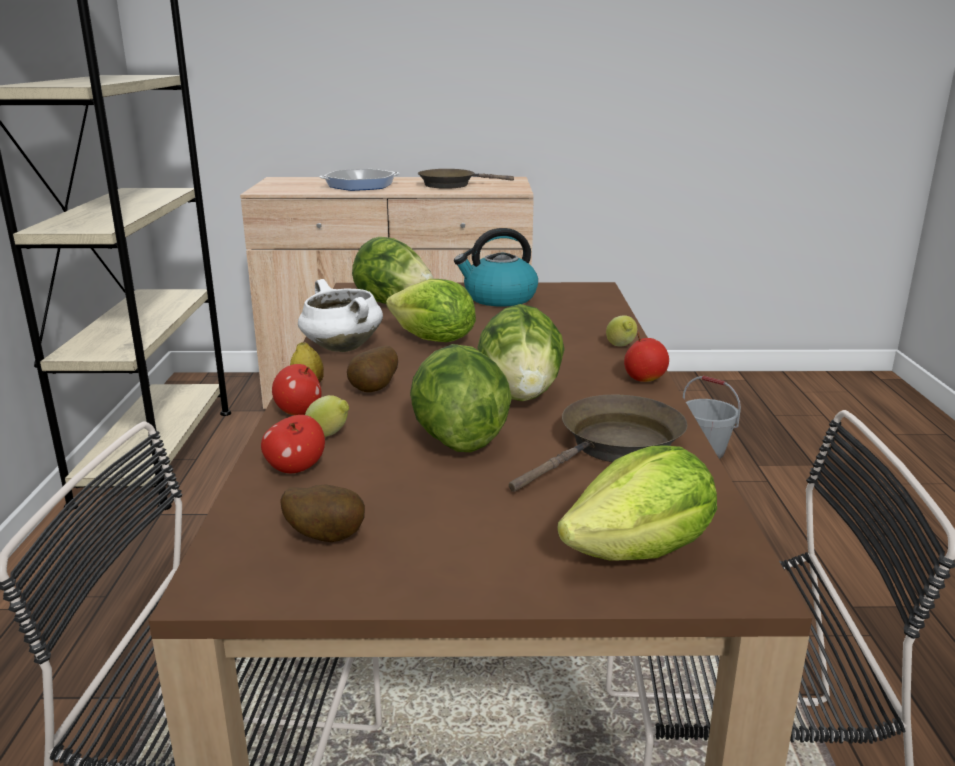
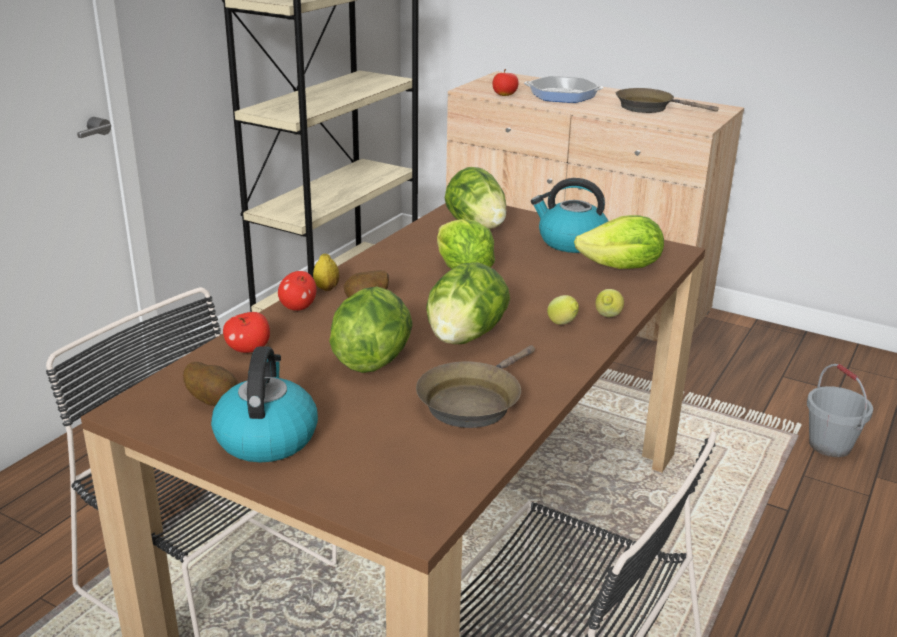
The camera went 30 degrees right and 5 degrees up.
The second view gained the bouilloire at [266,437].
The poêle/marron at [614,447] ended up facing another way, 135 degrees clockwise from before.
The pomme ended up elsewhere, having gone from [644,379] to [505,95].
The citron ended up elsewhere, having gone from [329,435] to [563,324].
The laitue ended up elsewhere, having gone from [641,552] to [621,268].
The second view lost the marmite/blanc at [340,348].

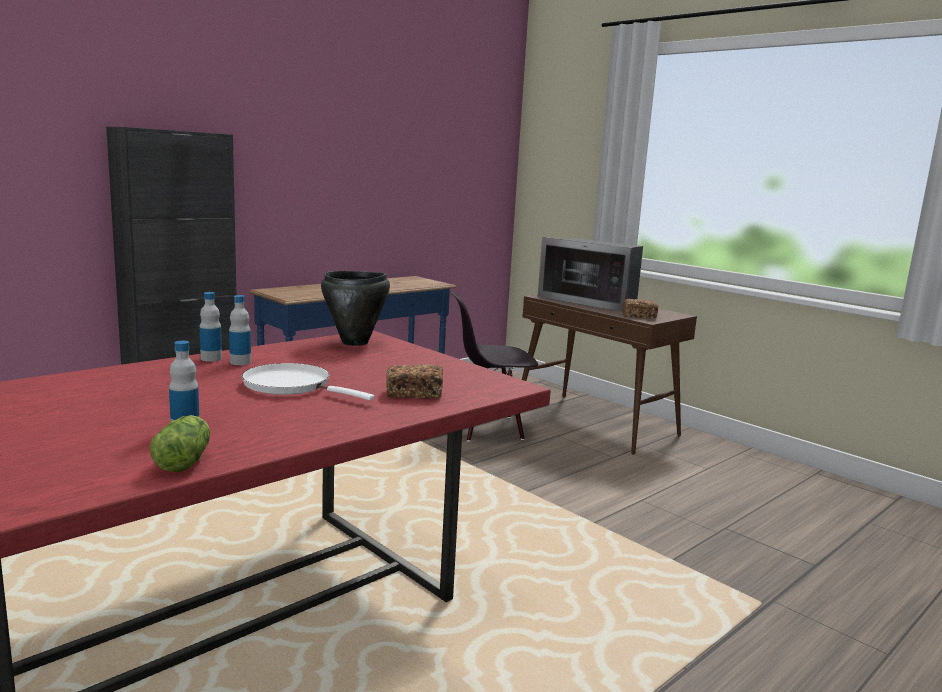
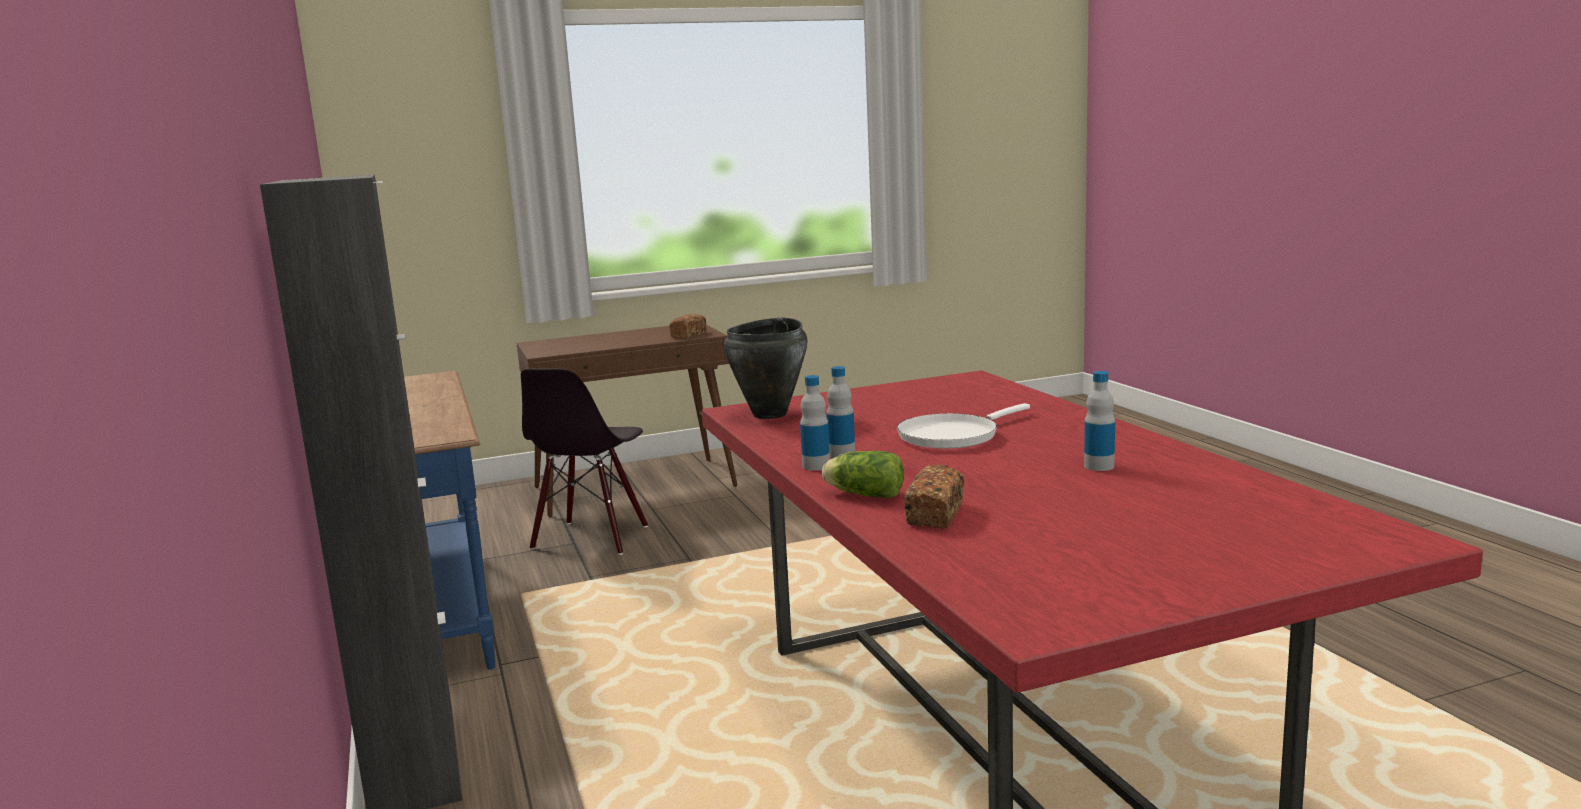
The camera went 65 degrees left and 0 degrees up.
The laitue ended up elsewhere, having gone from [186,460] to [862,494].
The pain ended up elsewhere, having gone from [414,394] to [935,514].
The second view lost the micro-ondes at [591,301].

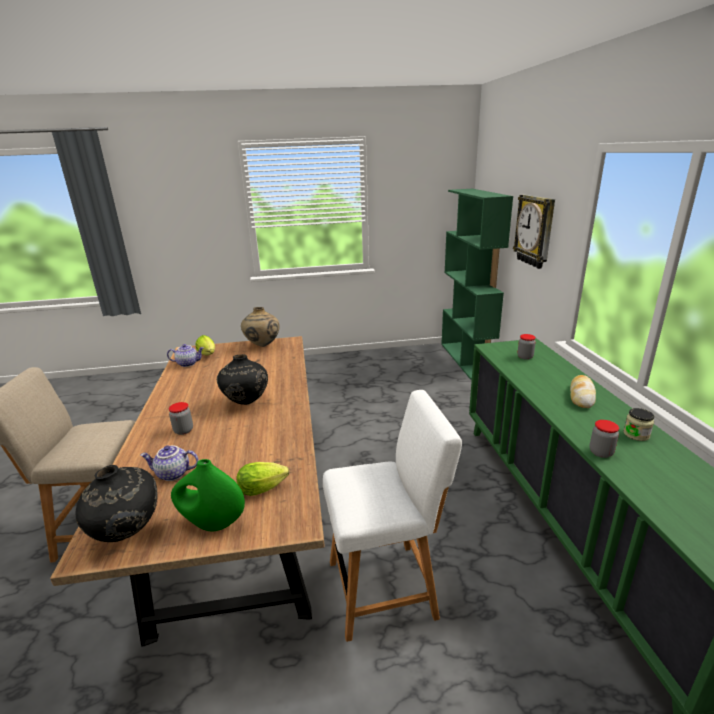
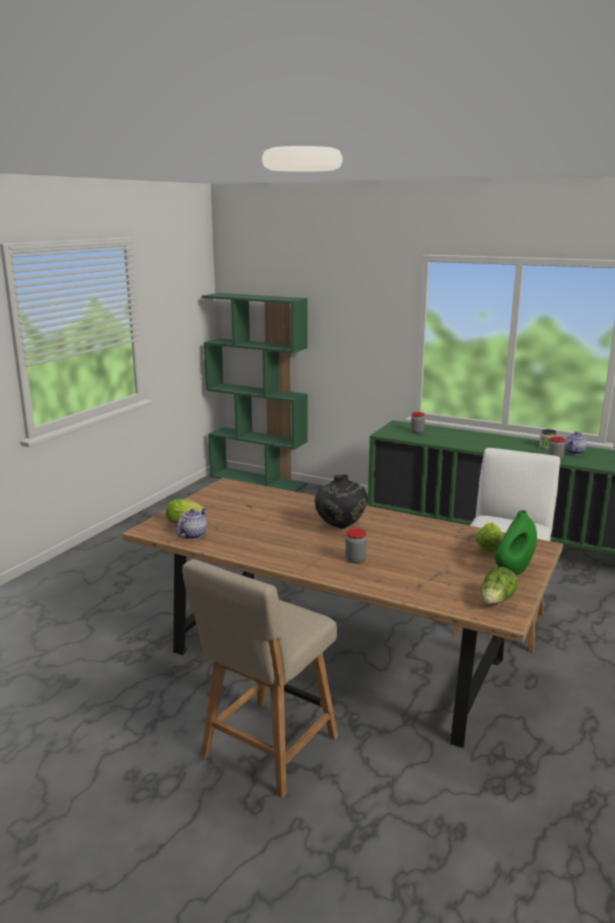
The camera went 55 degrees left and 5 degrees down.
Where the vase/noir stood at [127,534], the laitue came to stand at [497,601].
The théière ended up elsewhere, having gone from [172,474] to [574,452].
The second view lost the vase/beige at [262,346].
The second view lost the horloge murale at [535,231].
The second view lost the pain at [581,396].

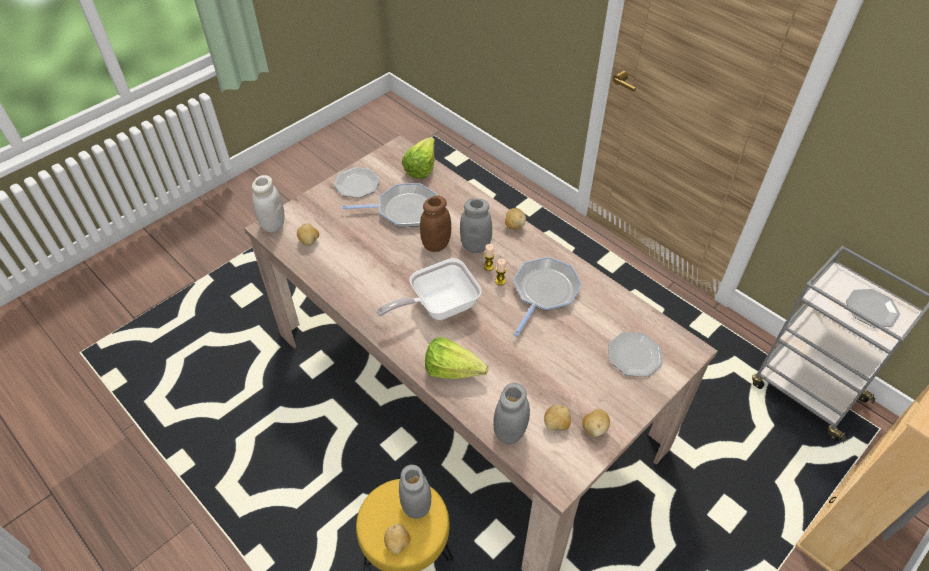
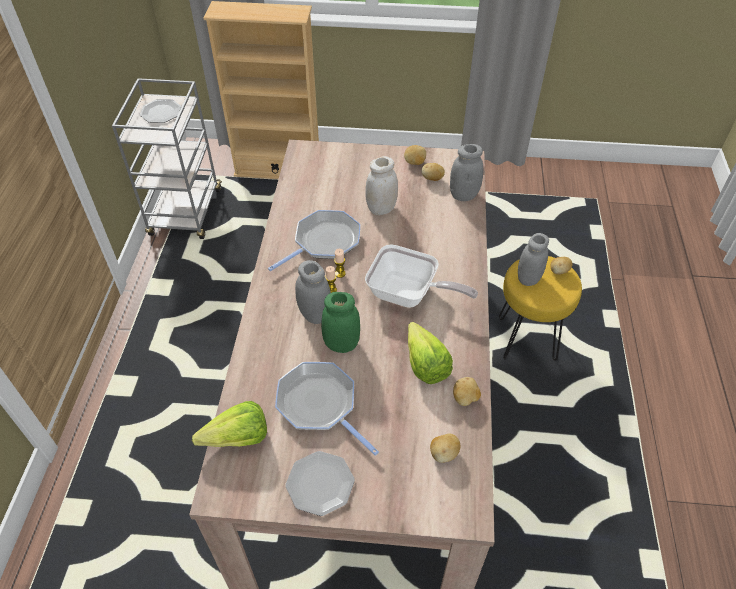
The camera went 130 degrees left and 0 degrees up.
The poêle at [544,292] ended up facing another way, 150 degrees clockwise from before.
What was the bocal/marron at [436,244] turned into the bocal/vert at [341,344].
The bocal/blanc ended up elsewhere, having gone from [273,224] to [381,209].
The laitue ended up elsewhere, having gone from [457,373] to [424,360].
The pomme de terre ended up elsewhere, having gone from [514,225] to [465,398].
The second view lost the assiette at [633,355].

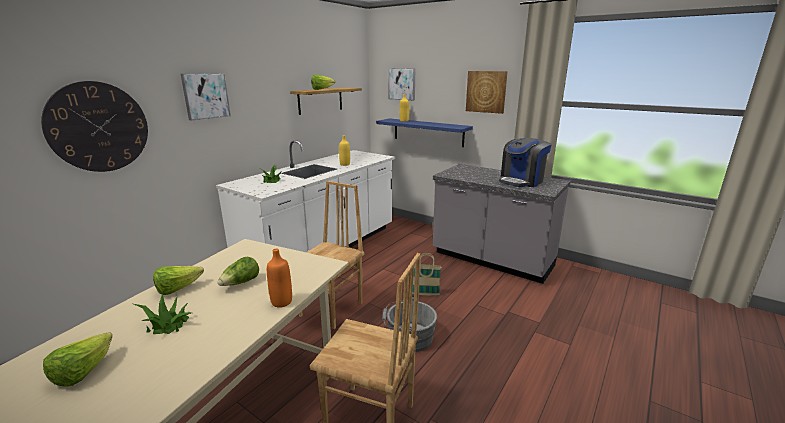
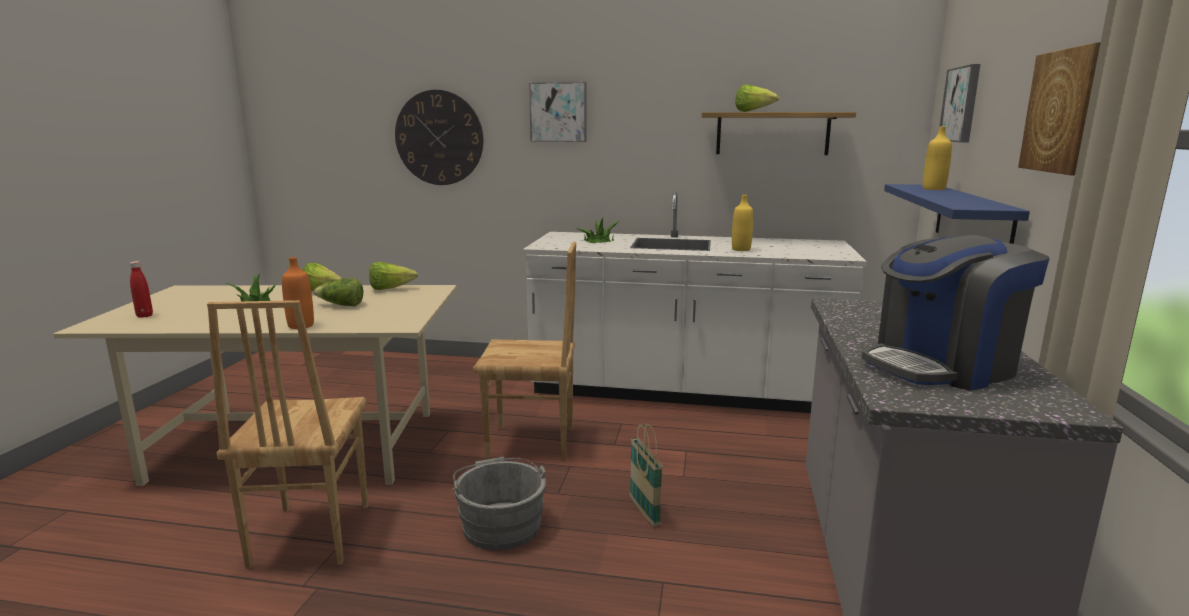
The camera went 65 degrees right and 5 degrees down.
The second view gained the bouteille/rouge at [144,316].
The laitue ended up elsewhere, having gone from [83,372] to [390,289].
The machine à café at [521,181] ended up facing another way, 45 degrees counterclockwise from before.

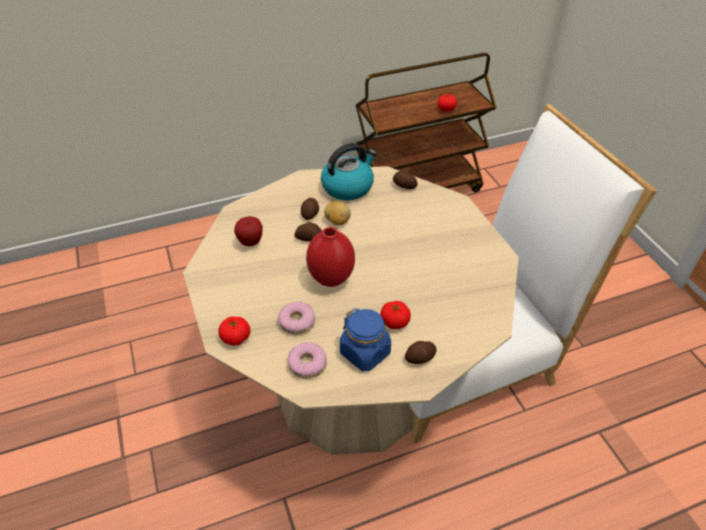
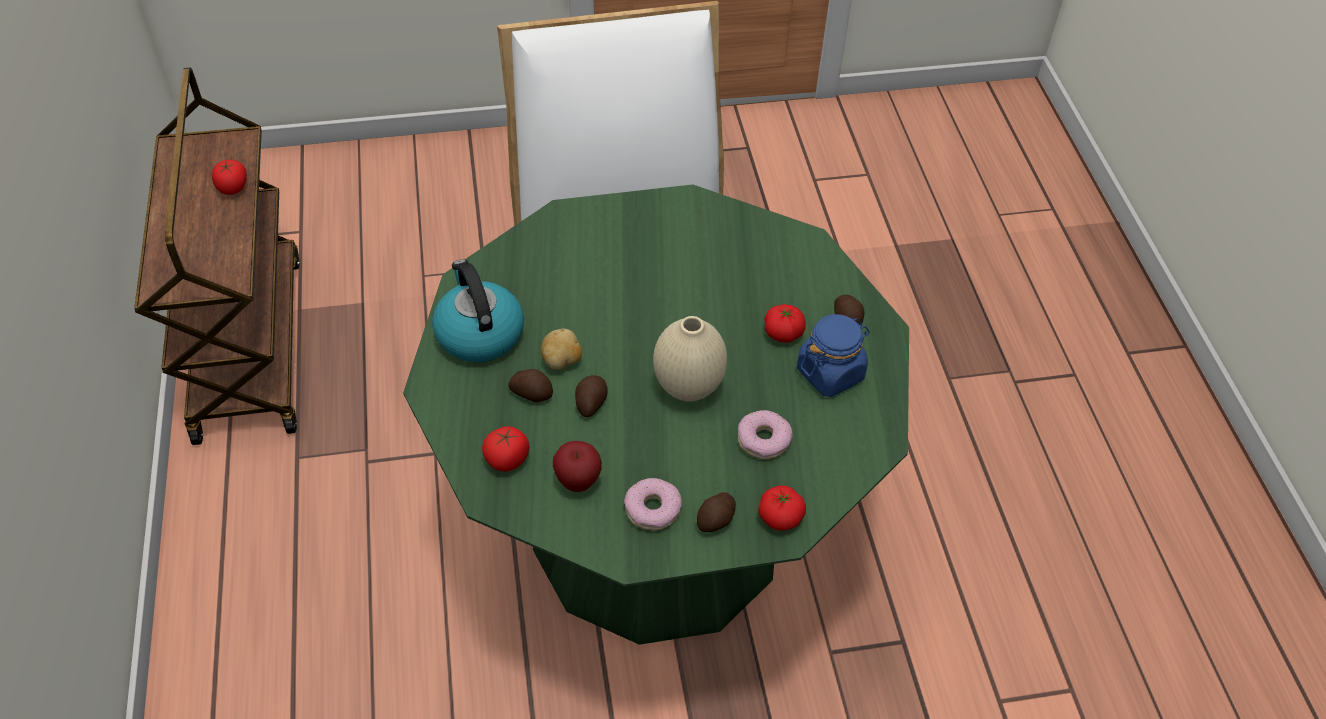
The camera went 80 degrees left and 5 degrees up.
What was the table à manger/beige at [352,383] turned into the table à manger/vert at [657,531].
The second view gained the tomate at [507,459].
The beignet ended up elsewhere, having gone from [307,364] to [652,509].
What was the vase/rouge at [330,279] turned into the vase/beige at [687,389].
The pomme de terre ended up elsewhere, having gone from [404,186] to [716,519].

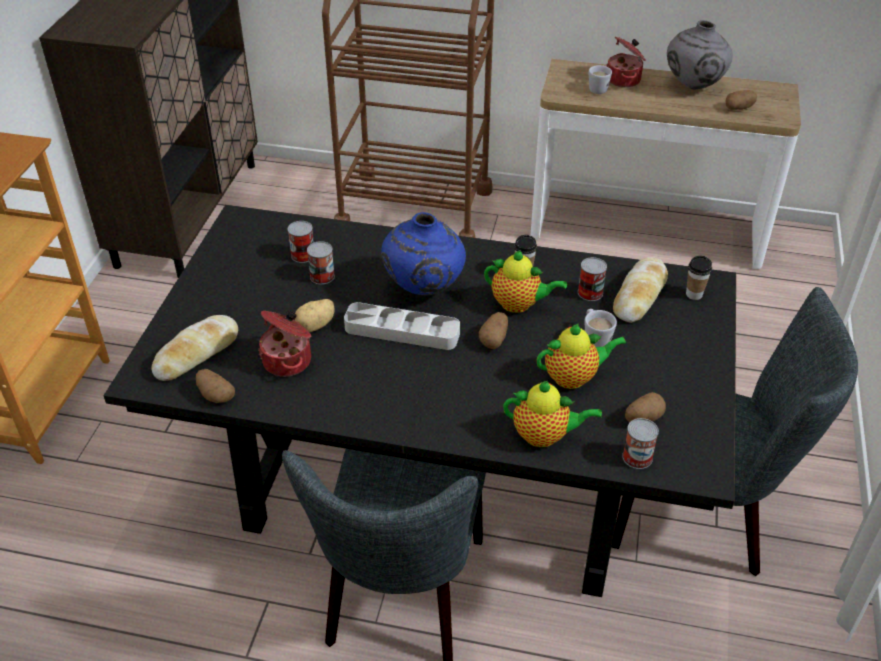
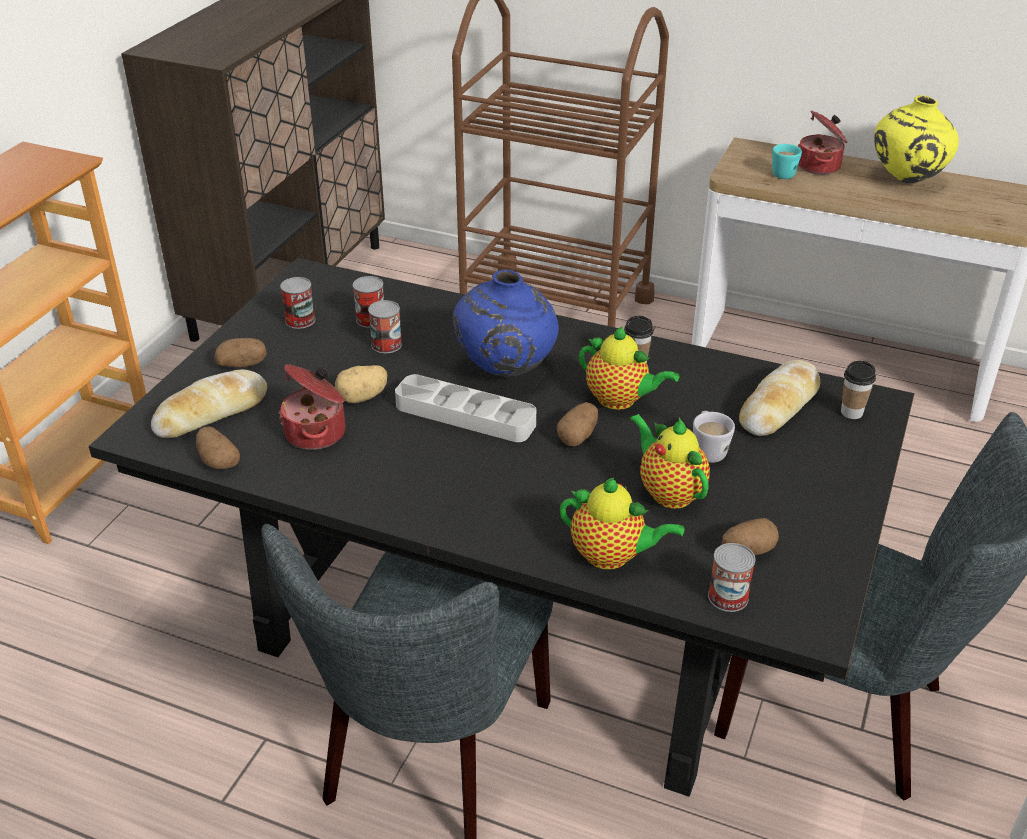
The camera went 10 degrees right and 5 degrees down.
The pomme de terre ended up elsewhere, having gone from [739,108] to [242,364].
The boîte métallique ended up elsewhere, having gone from [590,292] to [300,320].
The théière at [574,377] ended up facing another way, 120 degrees counterclockwise from before.
What was the mug/blanc at [596,88] turned into the mug/turquoise at [782,173].
What was the vase/gris at [693,87] turned into the vase/jaune at [906,180].

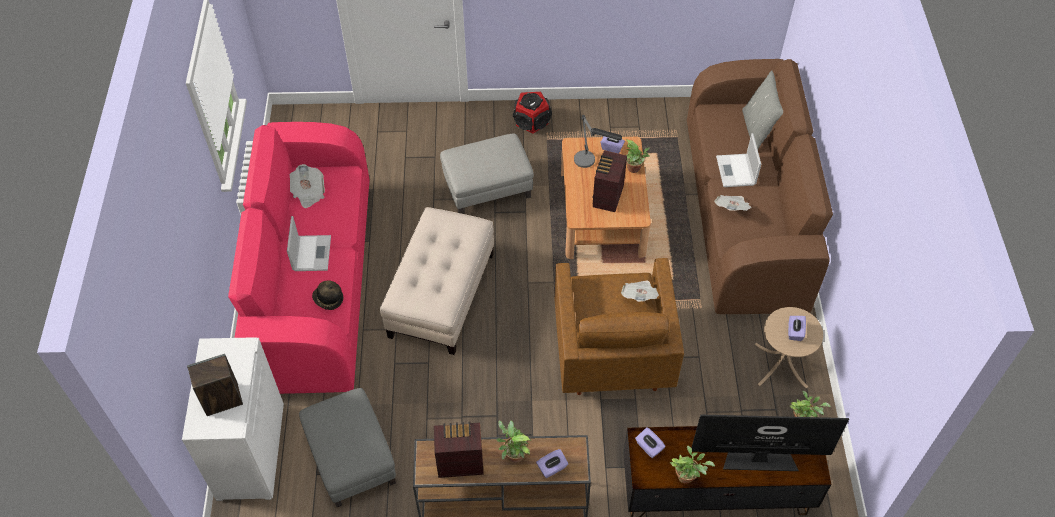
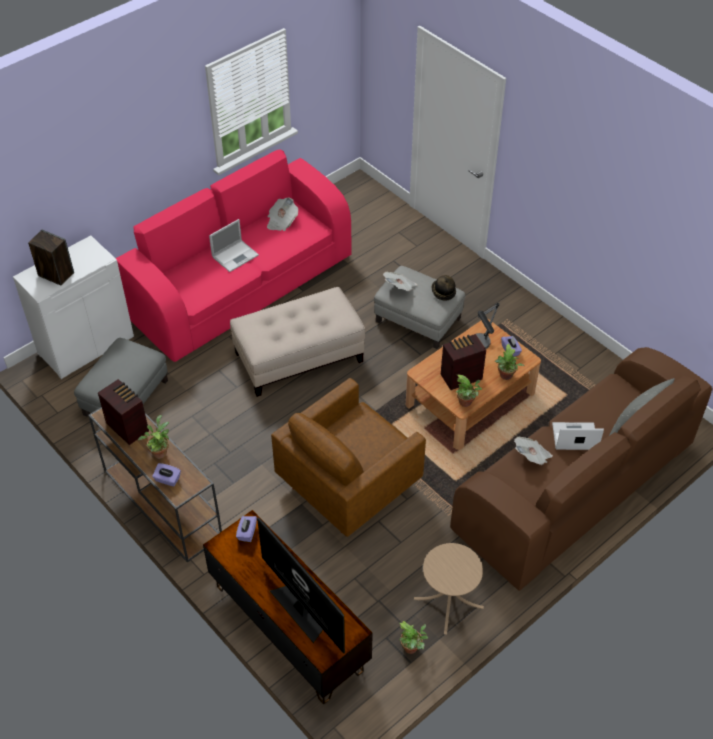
The camera went 50 degrees right and 5 degrees down.
The journal ended up elsewhere, having gone from [639,296] to [400,287].
The chapeau ended up elsewhere, having gone from [328,299] to [443,292].
The plante en pot ended up elsewhere, having gone from [687,476] to [467,403].
The ordinateur portable at [736,171] ended up facing another way, 45 degrees clockwise from before.
The second view lost the enceinte at [532,121].
The second view lost the boîte à mouchoirs/violet at [794,332].

